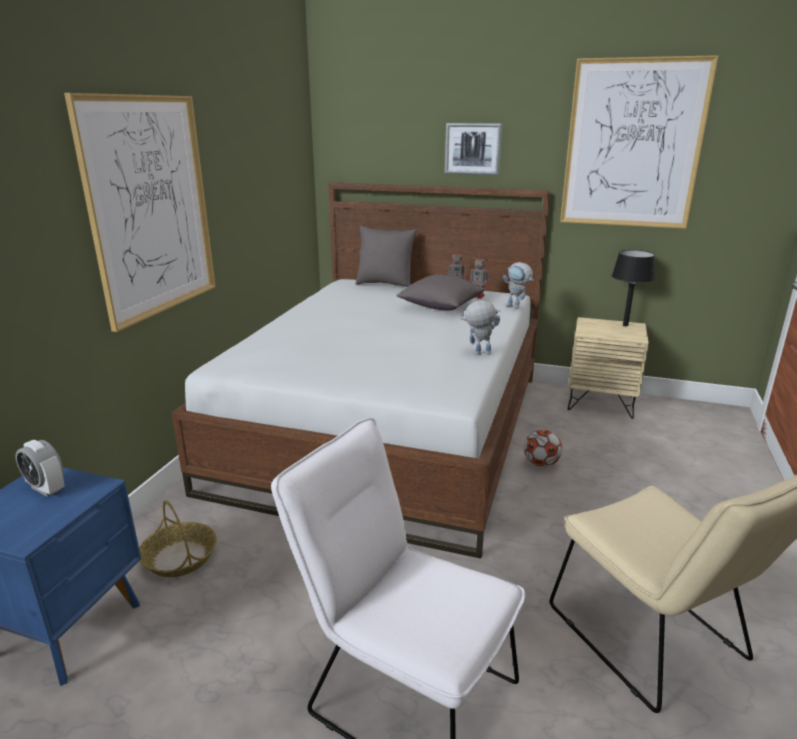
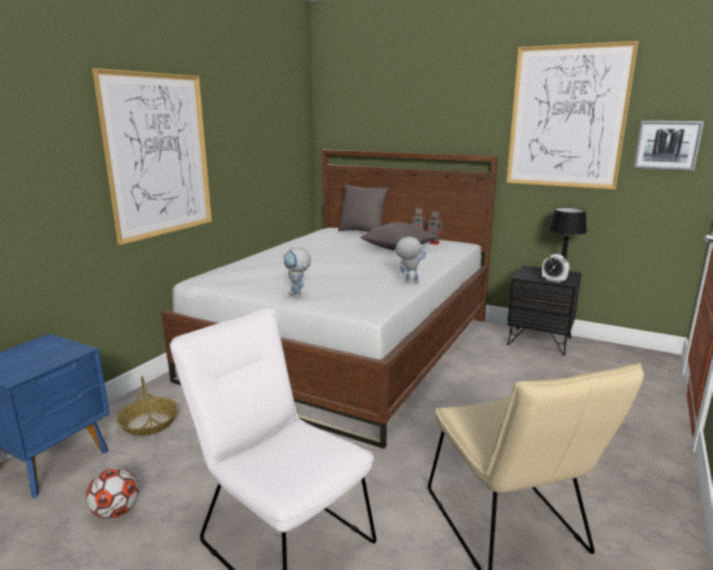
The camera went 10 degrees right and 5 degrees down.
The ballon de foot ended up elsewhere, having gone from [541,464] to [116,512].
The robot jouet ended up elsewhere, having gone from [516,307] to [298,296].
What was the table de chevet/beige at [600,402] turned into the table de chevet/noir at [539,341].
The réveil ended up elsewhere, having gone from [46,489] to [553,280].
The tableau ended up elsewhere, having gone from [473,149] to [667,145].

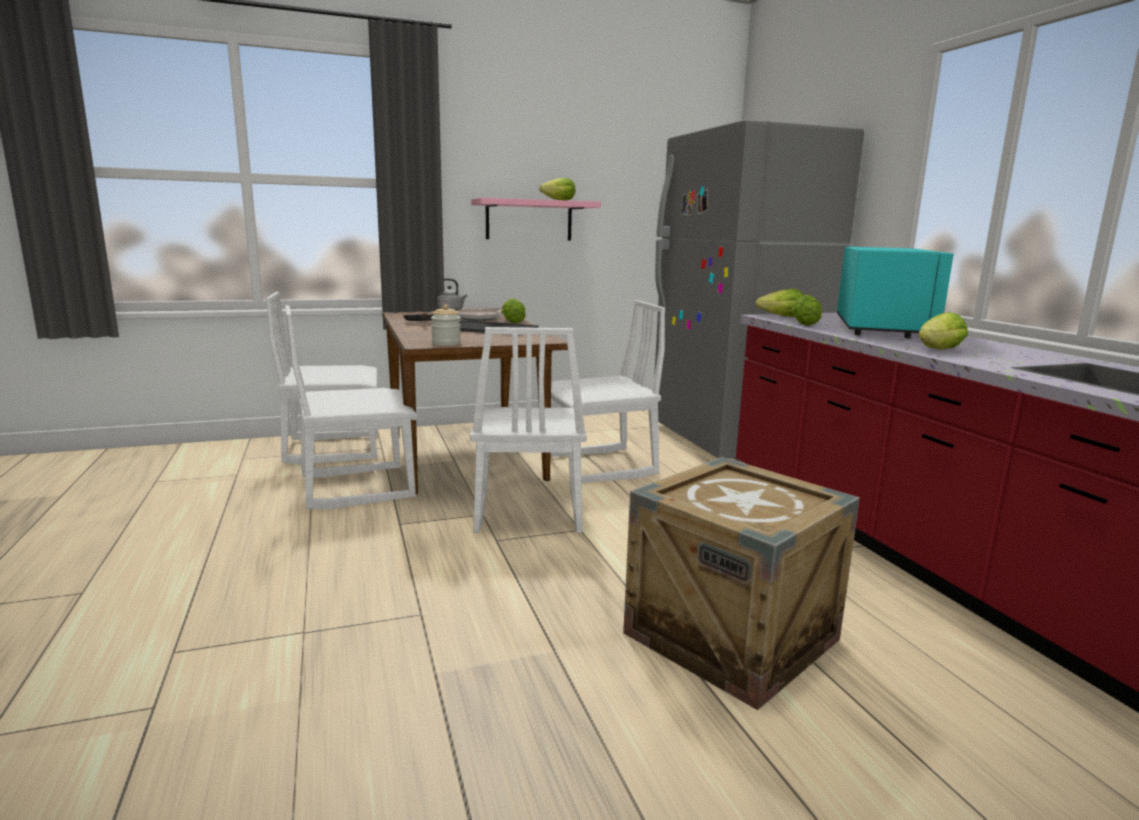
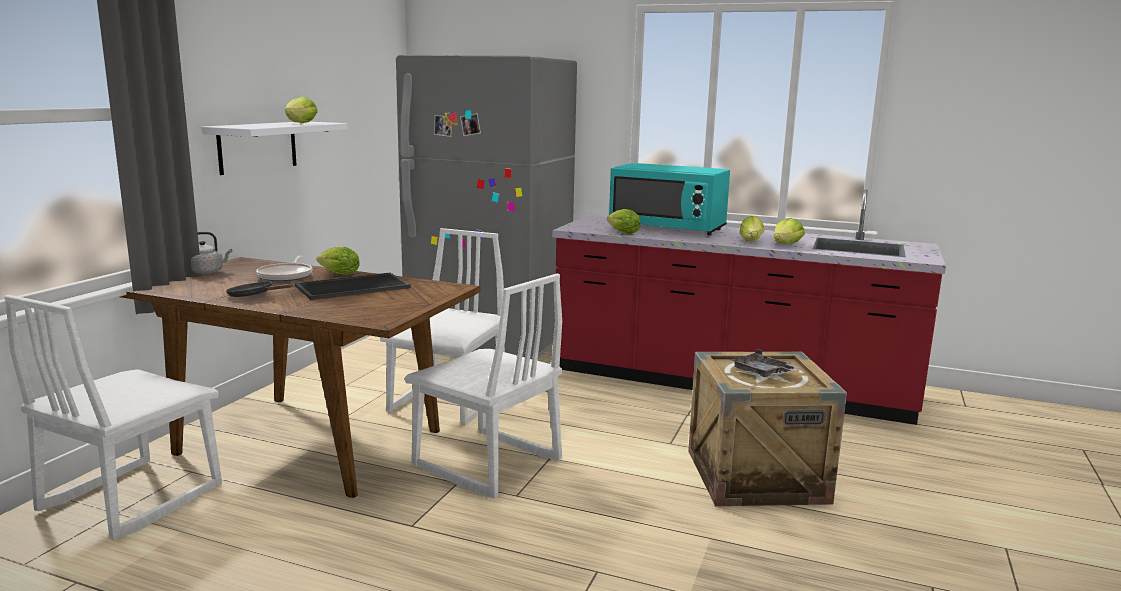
The camera went 50 degrees left and 0 degrees up.
What was the étagère/rose at [529,220] turned into the étagère/blanc at [258,147].
The micro-ondes/turquoise at [880,329] ended up facing another way, 150 degrees clockwise from before.
The second view gained the plateau/gris at [762,372].
The laitue ended up elsewhere, having gone from [781,316] to [786,245].
The second view lost the chaise/blanc at [357,487].
The second view lost the bocal at [446,343].

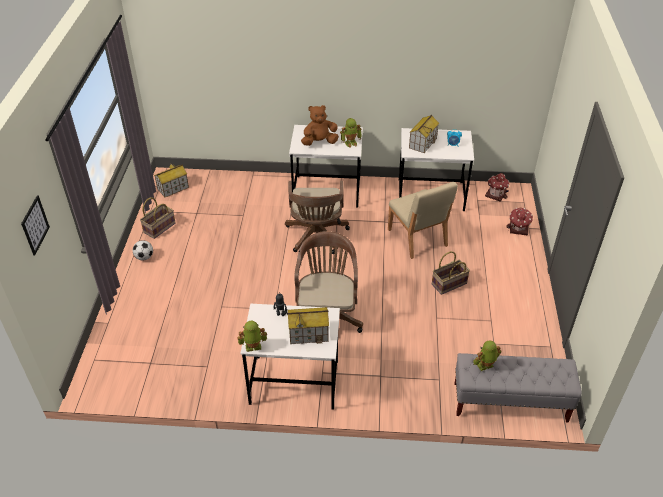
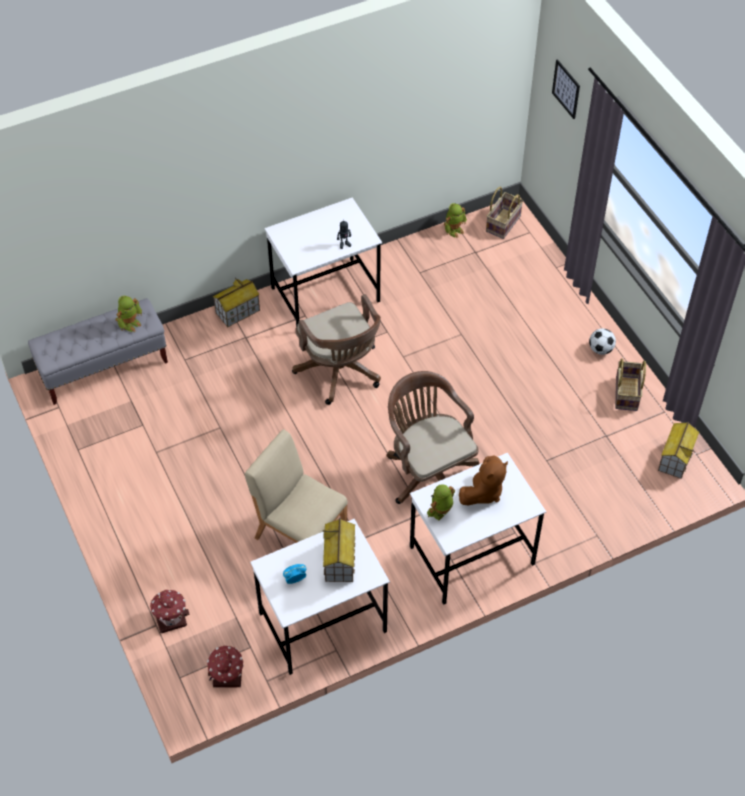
The camera went 150 degrees right and 10 degrees up.
The maison miniature ended up elsewhere, having gone from [309,334] to [237,312].
The robot jouet ended up elsewhere, having gone from [253,347] to [454,230].
The panier ended up elsewhere, having gone from [449,284] to [502,223].

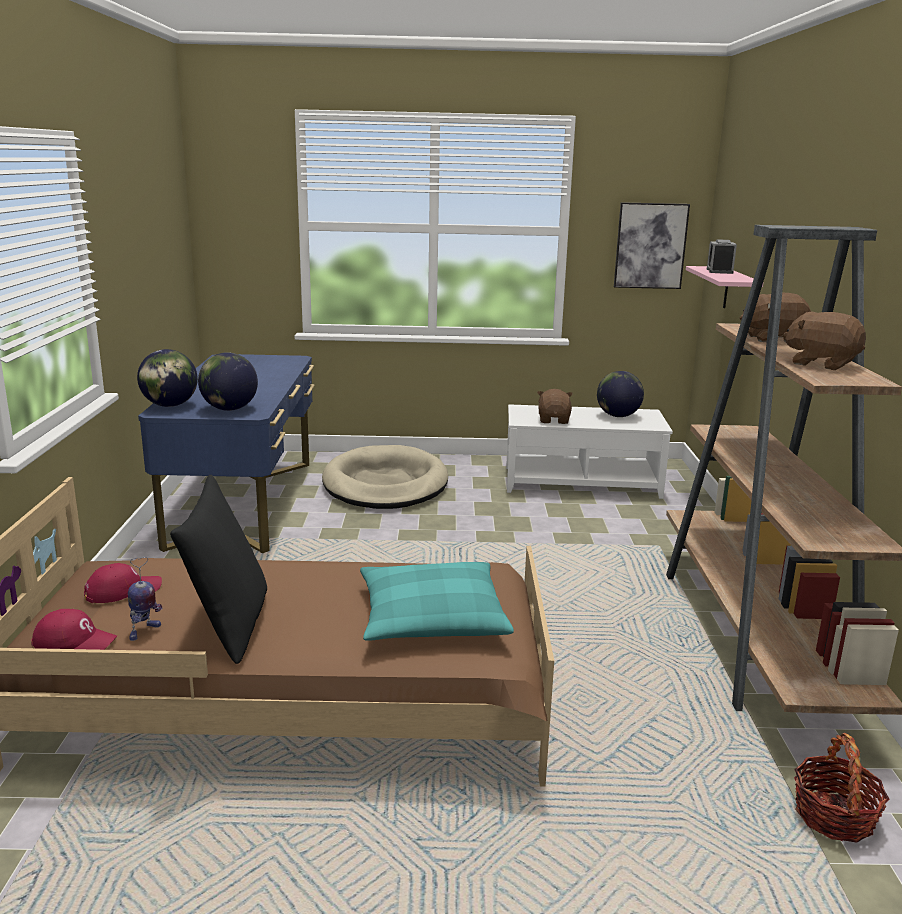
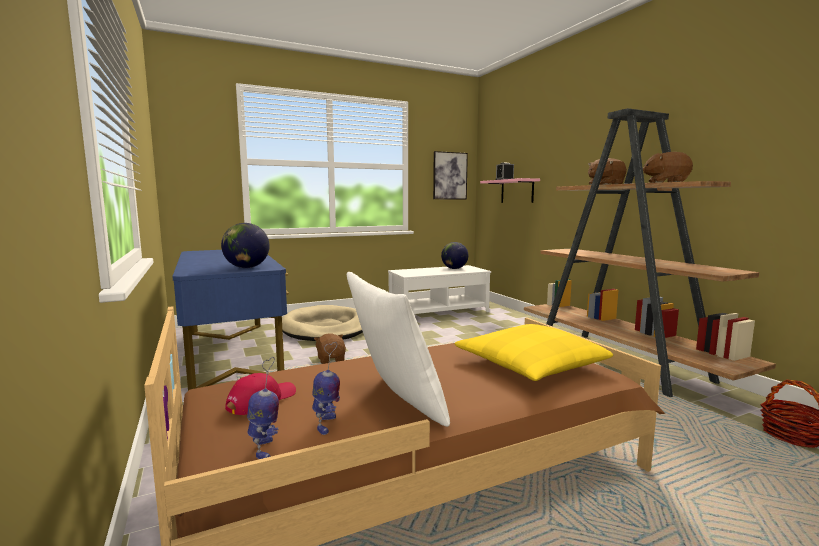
The camera went 25 degrees left and 10 degrees down.
Where the casquette/rouge stood at [75,641], the robot jouet came to stand at [265,450].
The peluche/marron ended up elsewhere, having gone from [554,420] to [331,359].
What was the coussin/noir at [230,624] turned into the coussin/blanc at [396,401].
What was the coussin/turquoise at [431,618] turned into the coussin/jaune at [530,365].
The second view lost the globe at [170,405].

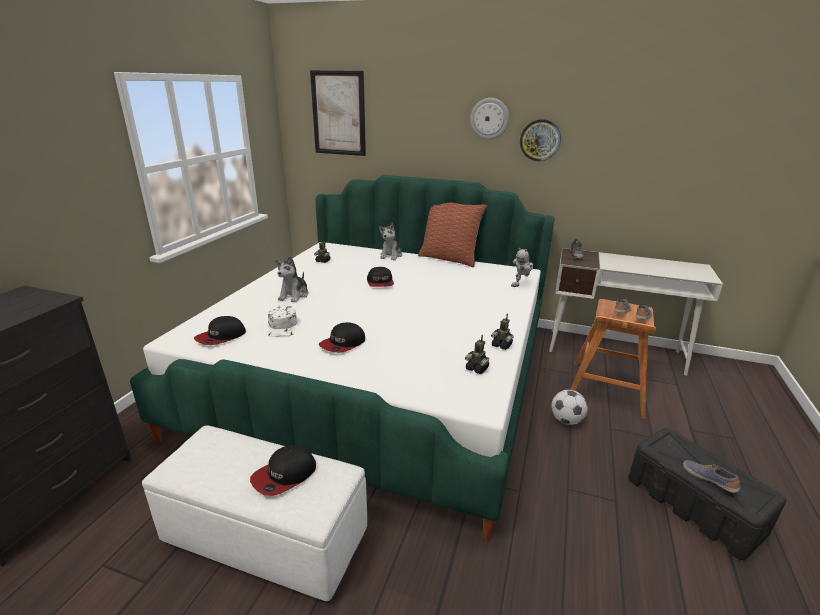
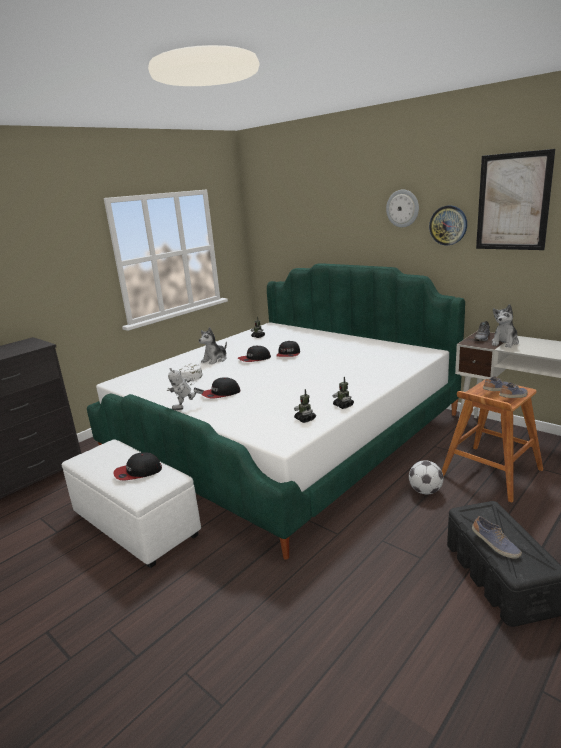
The camera went 25 degrees right and 5 degrees down.
The robot jouet ended up elsewhere, having gone from [521,285] to [187,408].
The casquette ended up elsewhere, having gone from [221,337] to [254,359].
The chaussure at [709,480] ended up facing another way, 150 degrees clockwise from before.
The tableau ended up elsewhere, having gone from [338,113] to [513,202].
The peluche ended up elsewhere, having gone from [391,255] to [505,342].
The second view lost the coussin at [449,258].

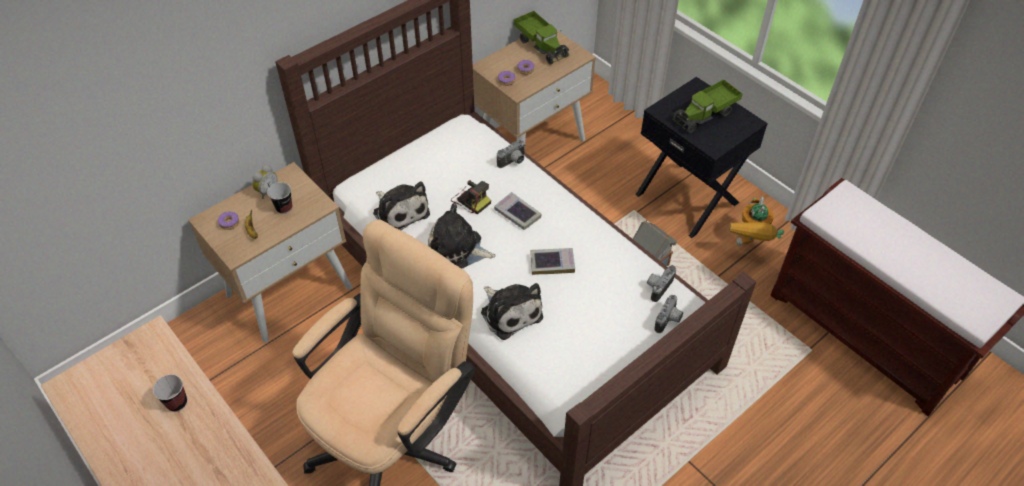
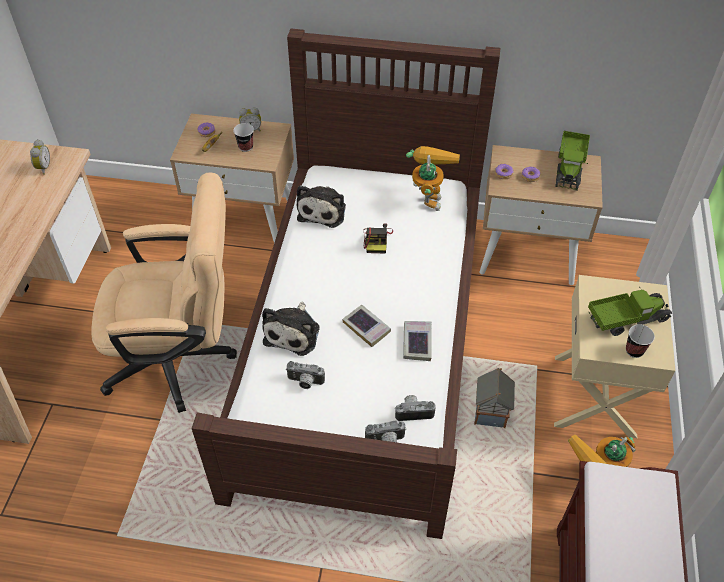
The camera went 50 degrees right and 0 degrees up.
The second view gained the réveil at [43,168].
The appareil photo ended up elsewhere, having gone from [513,162] to [305,382].
The livre ended up elsewhere, having gone from [517,214] to [417,343].
The second view gained the robot jouet at [428,196].
What was the table de chevet/noir at [688,198] turned into the table de chevet/beige at [596,396].
The camion jouet at [705,115] ended up facing another way, 150 degrees clockwise from before.
The tasse ended up elsewhere, having gone from [177,403] to [634,350].
The second view lost the peluche at [457,249].

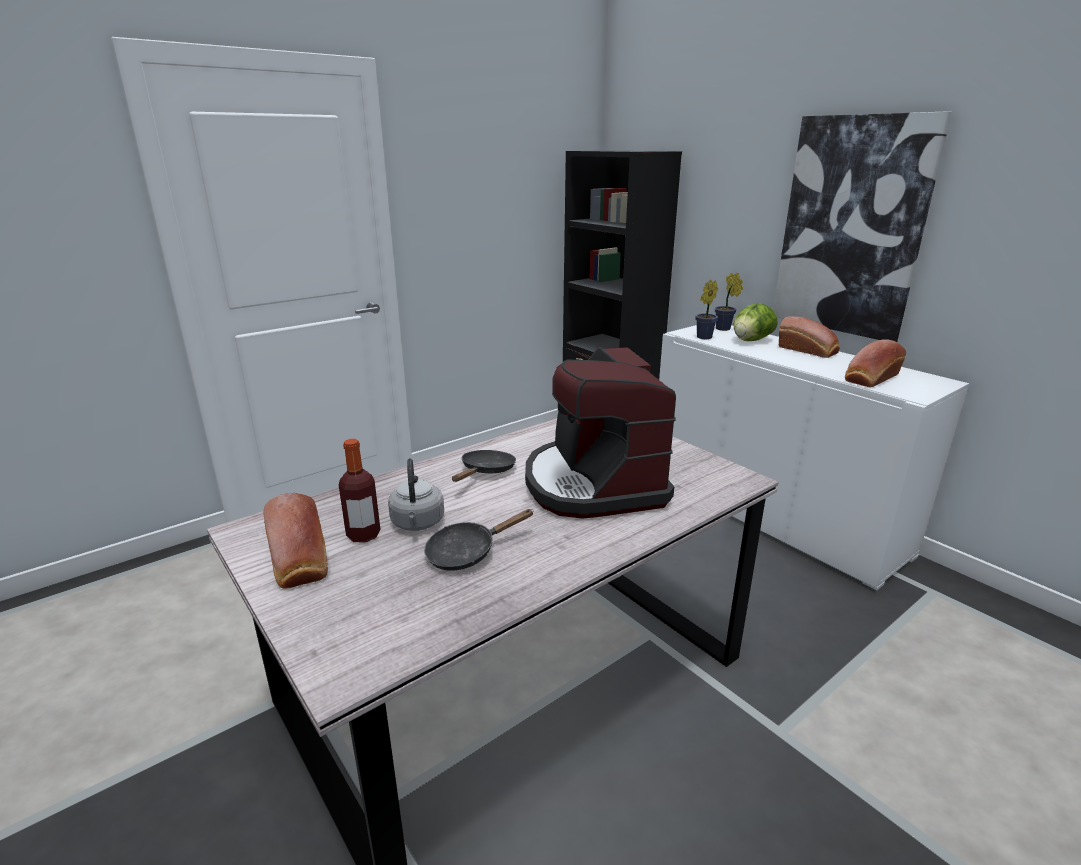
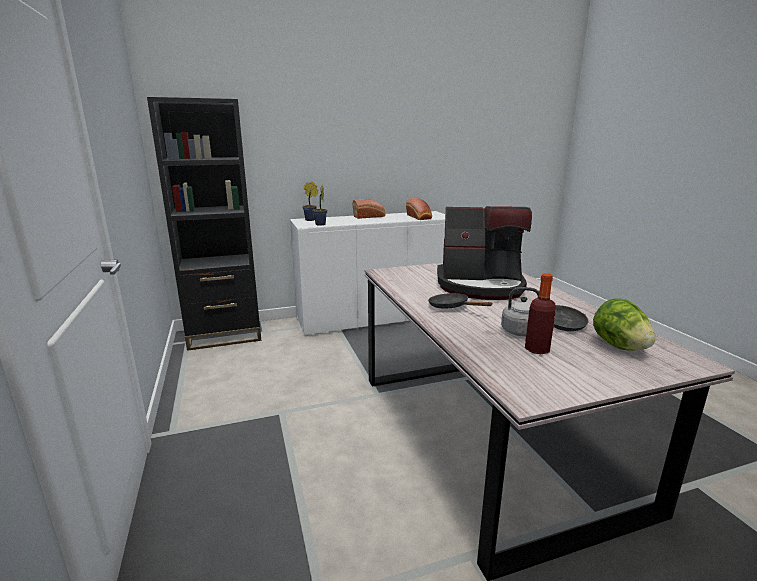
The camera went 70 degrees left and 5 degrees down.
The laitue ended up elsewhere, having gone from [751,340] to [619,346].
The second view lost the pain at [299,561].
The second view lost the tableau at [852,227].

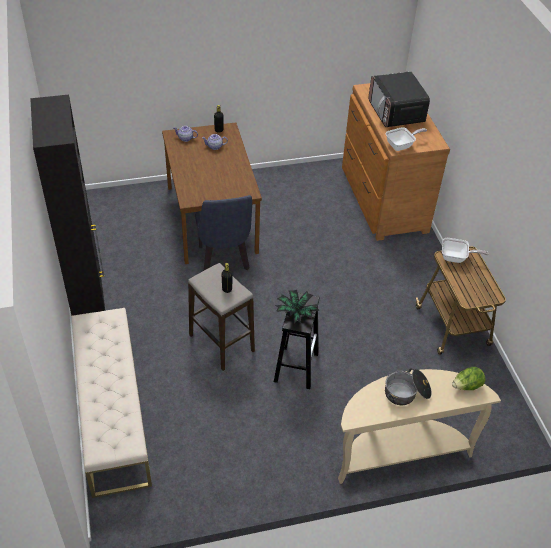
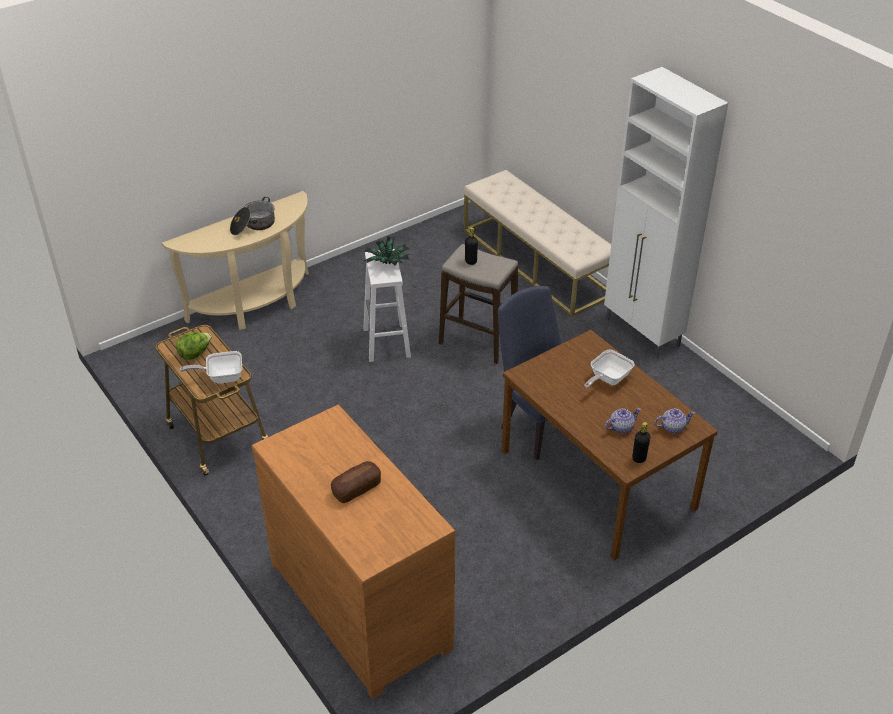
The camera went 160 degrees right and 5 degrees down.
The laitue ended up elsewhere, having gone from [466,386] to [195,354].
Where the micro-ondes stood at [396,112], the pain came to stand at [356,488].
What was the tabouret/noir at [296,366] turned into the tabouret/blanc at [387,343].
The poêle ended up elsewhere, having gone from [401,145] to [607,379].
What was the meuble de rangement/noir at [89,307] turned into the meuble de rangement/blanc at [643,333].

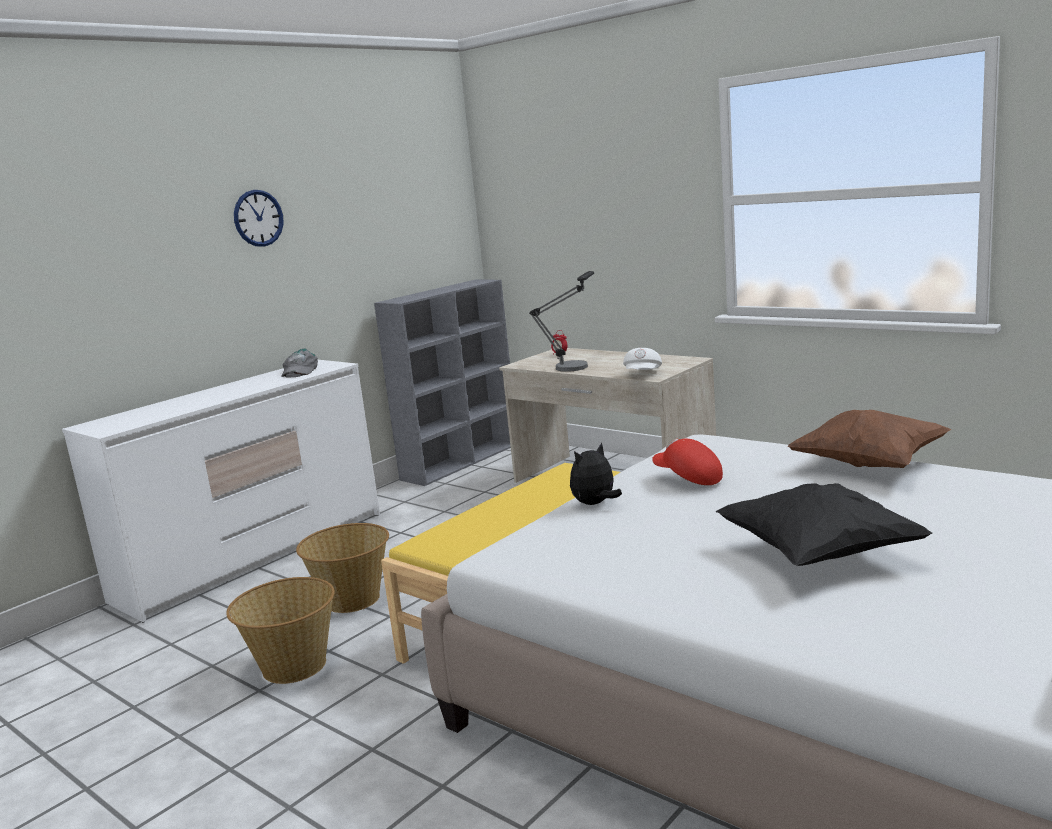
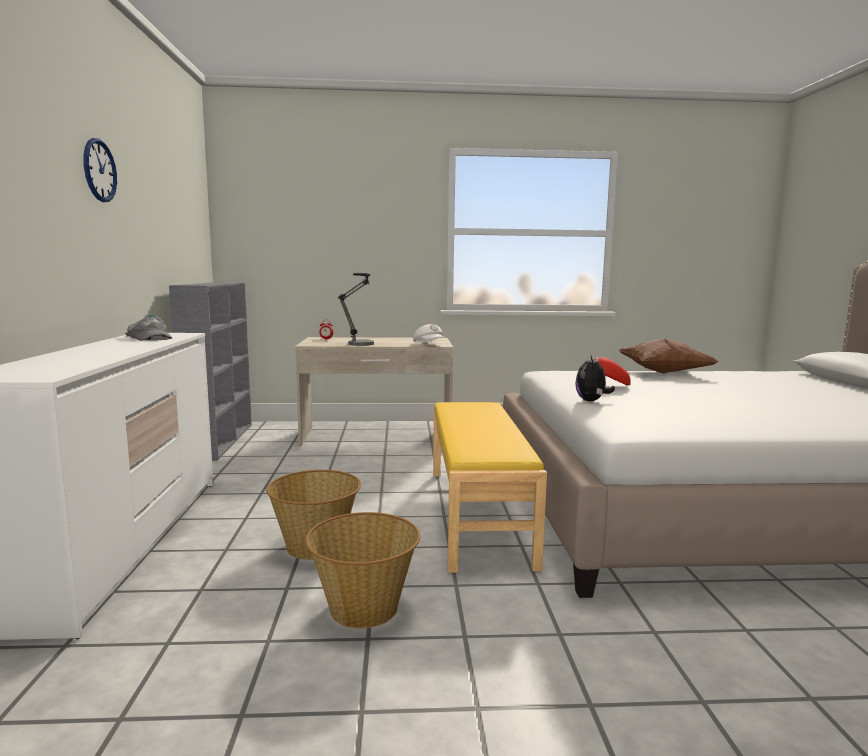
The camera went 45 degrees left and 5 degrees down.
The second view lost the coussin/noir at [819,554].

